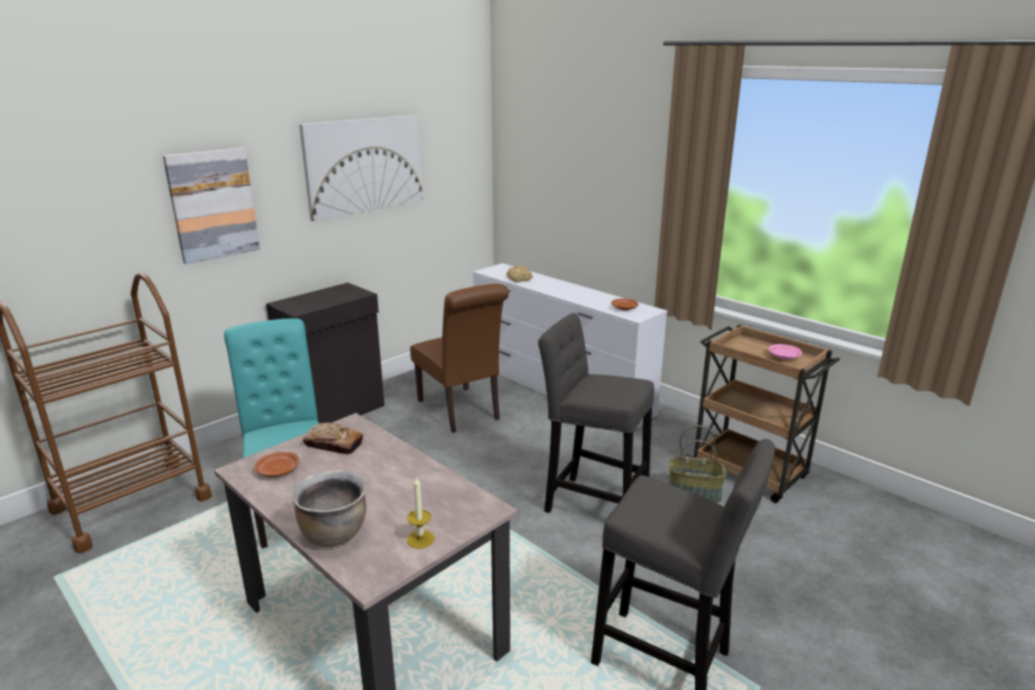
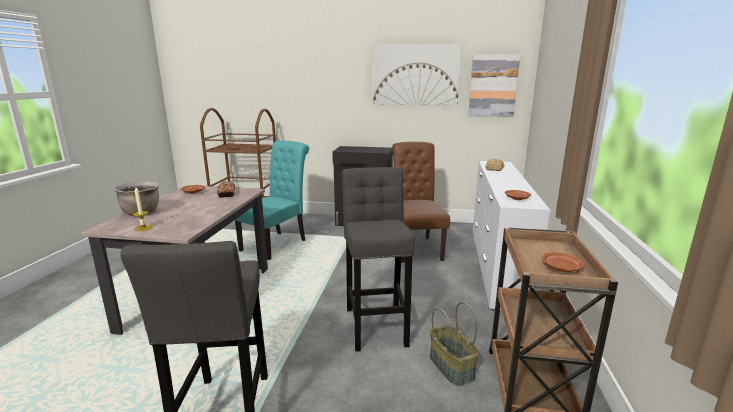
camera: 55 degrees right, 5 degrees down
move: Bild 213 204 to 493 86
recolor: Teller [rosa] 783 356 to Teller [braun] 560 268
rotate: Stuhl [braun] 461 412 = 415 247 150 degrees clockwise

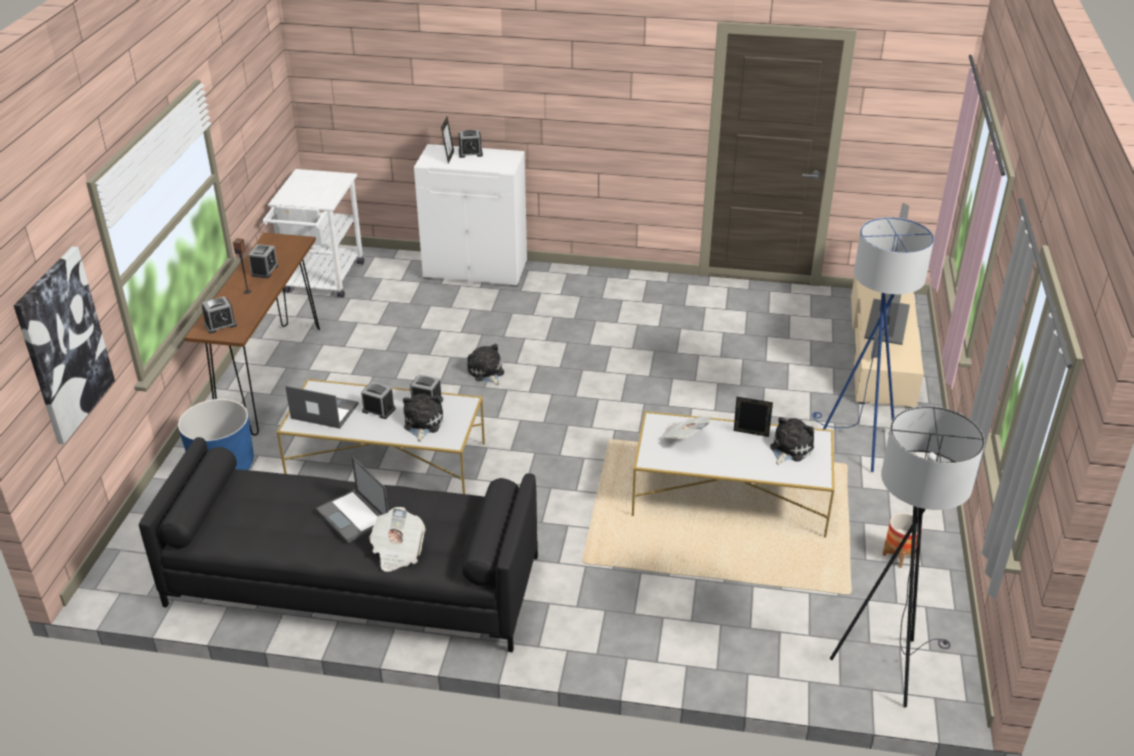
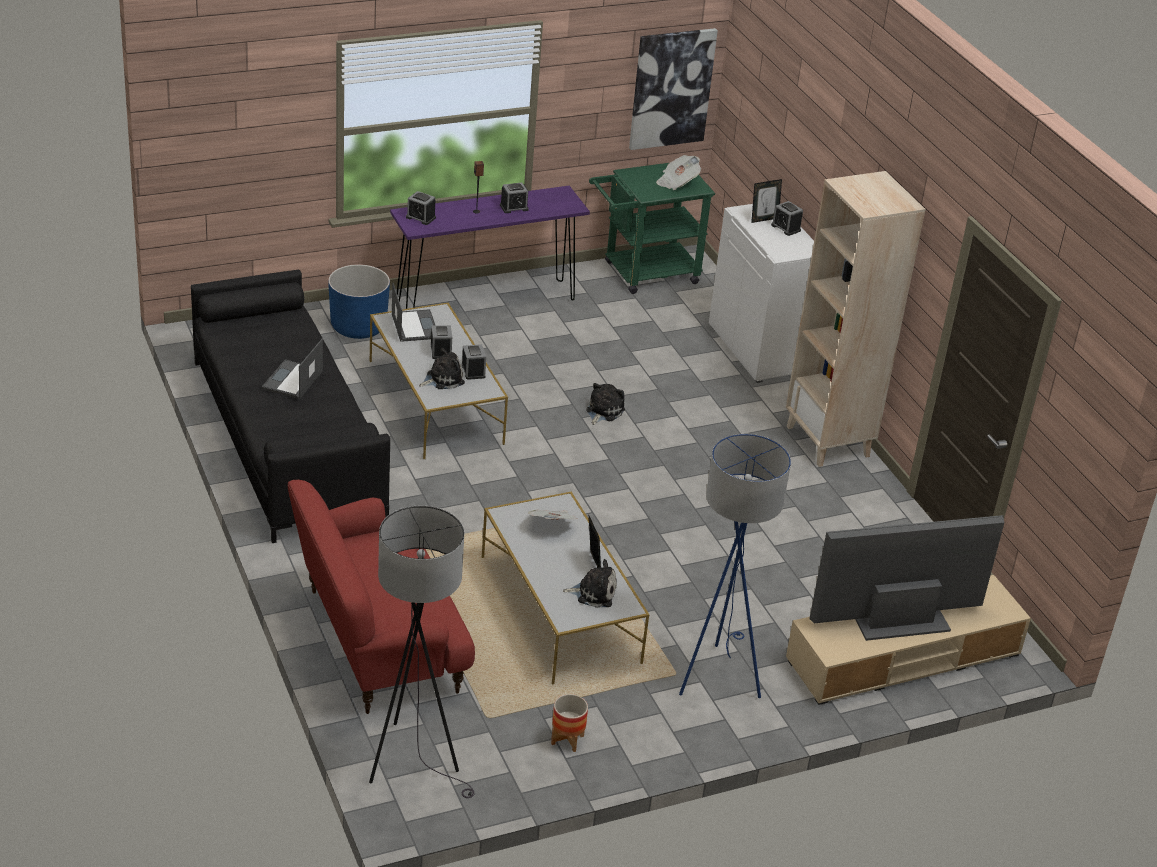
camera: 55 degrees right, 0 degrees up
insert: Sofa [rot] 378 642; Bücherregal [beige] 828 441
move: Bild 64 345 to 671 88; Zeitung 397 551 to 677 182
recolor: Konsolentisch [braun] 270 377 to Konsolentisch [lila] 485 303; Rollwagen [weiß] 322 281 to Rollwagen [grün] 643 273

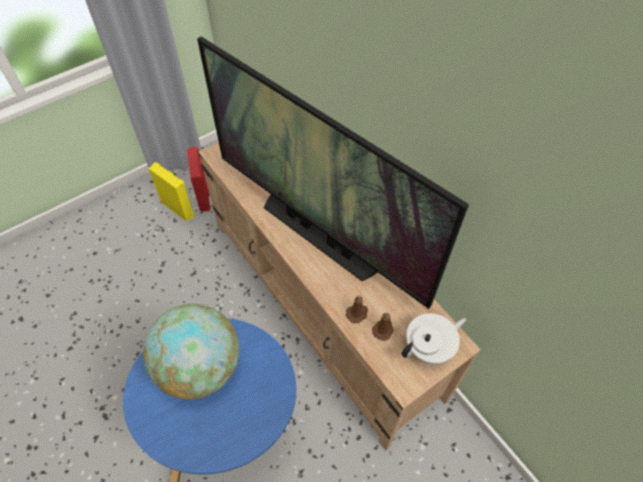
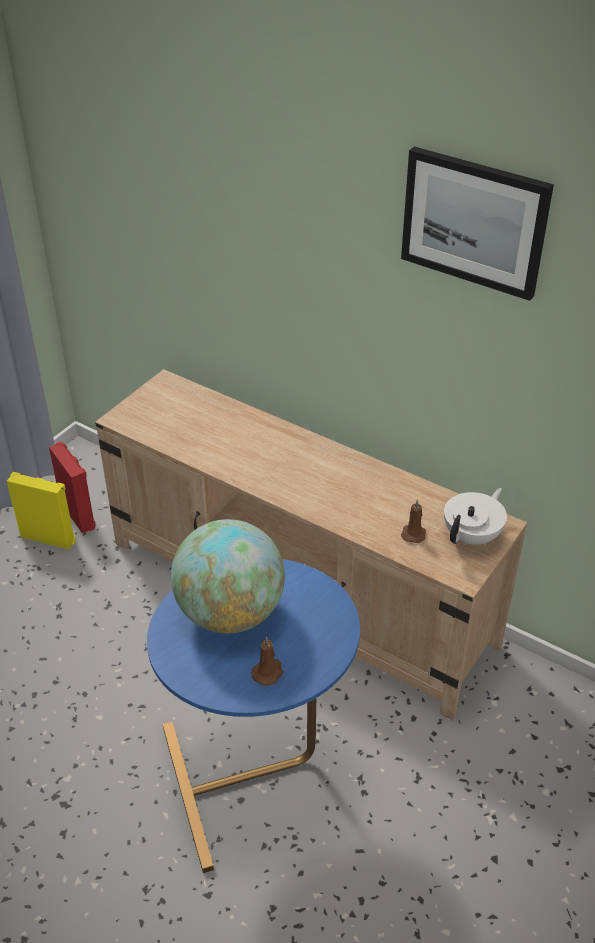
camera: 20 degrees left, 15 degrees down
delete: Fernseher 320 234
insert: Bild 474 222
move: Kerze [braun] 357 313 to 268 672

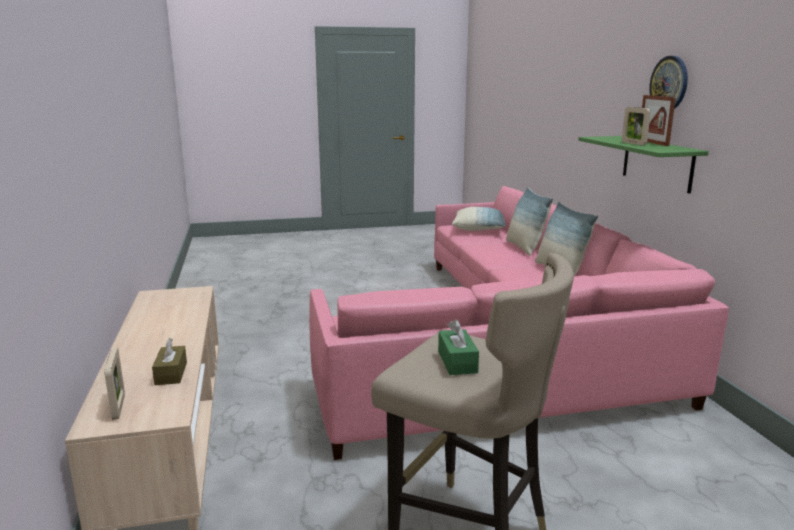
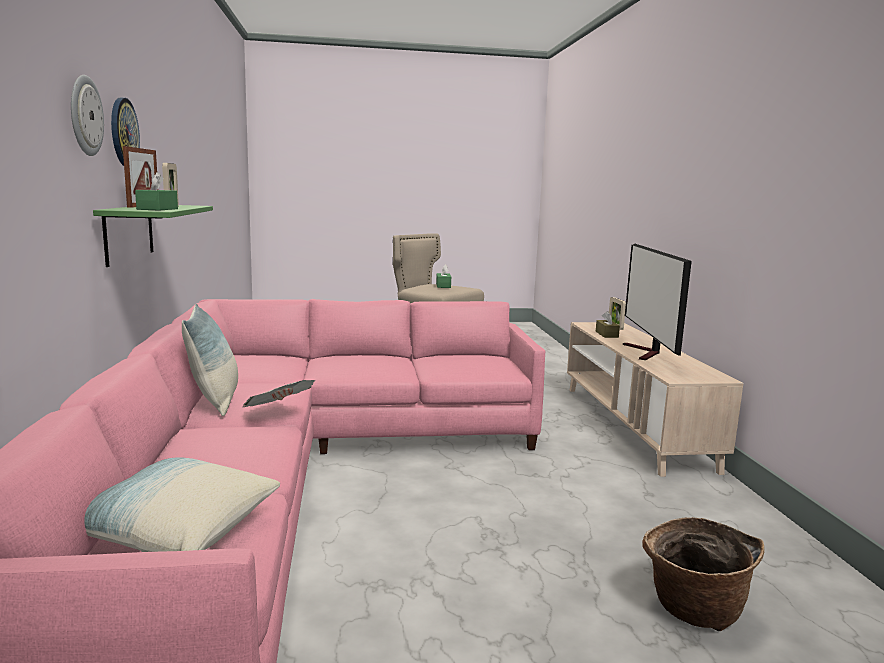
camera: 175 degrees left, 5 degrees down
delete: Kissen 524 248
insert: Wanduhr 85 116; Taschentuchbox [grün] 157 209; Zeitung 279 412; Fernseher 646 353; Korb 692 610

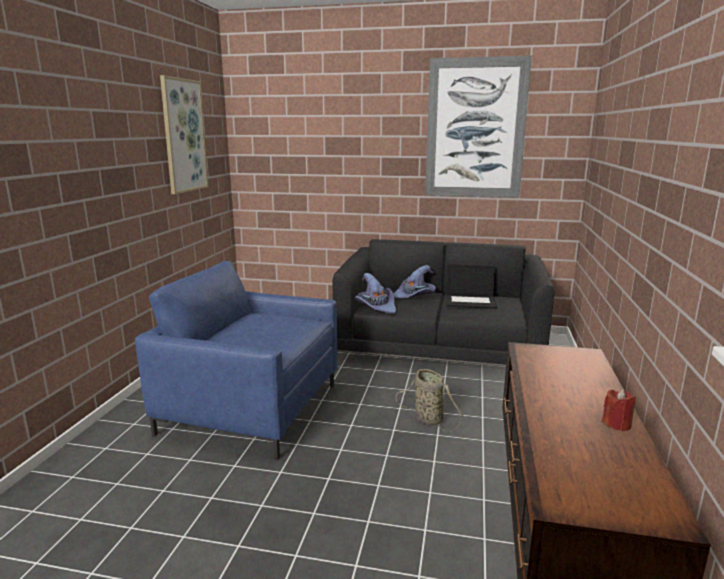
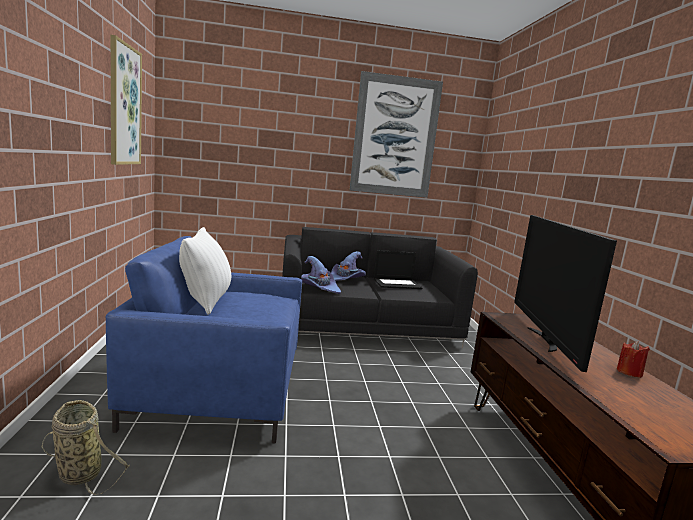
camera: 20 degrees left, 5 degrees down
insert: Kissen [weiß] 206 301; Fernseher 544 340
move: Korb 427 418 to 78 472

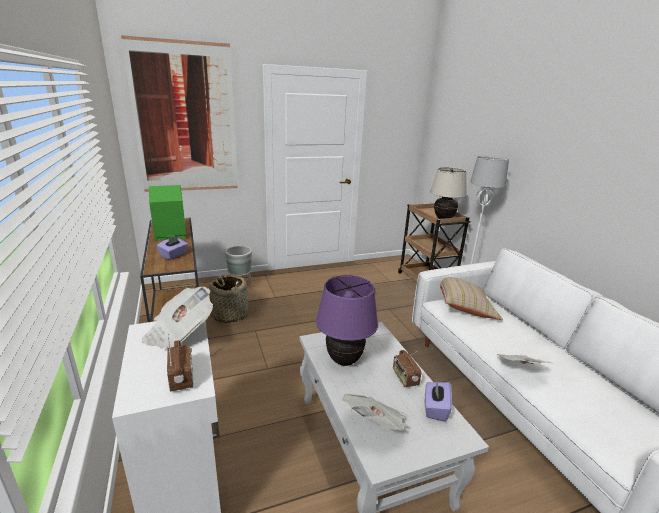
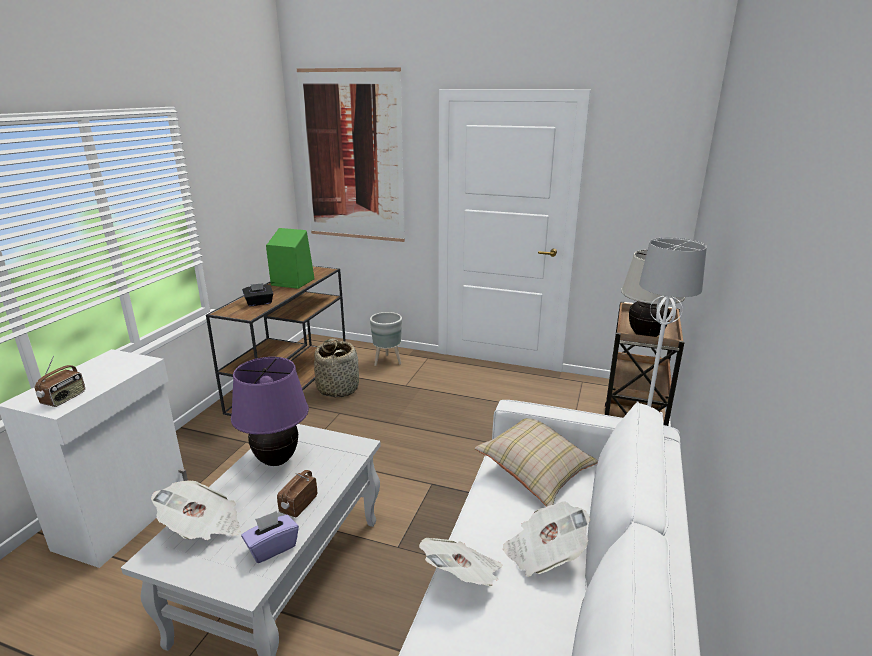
camera: 40 degrees right, 0 degrees up
move: Zeitung 179 333 to 543 553
recolor: Taschentuchbox [lila] 174 255 to Taschentuchbox [schwarz] 259 303

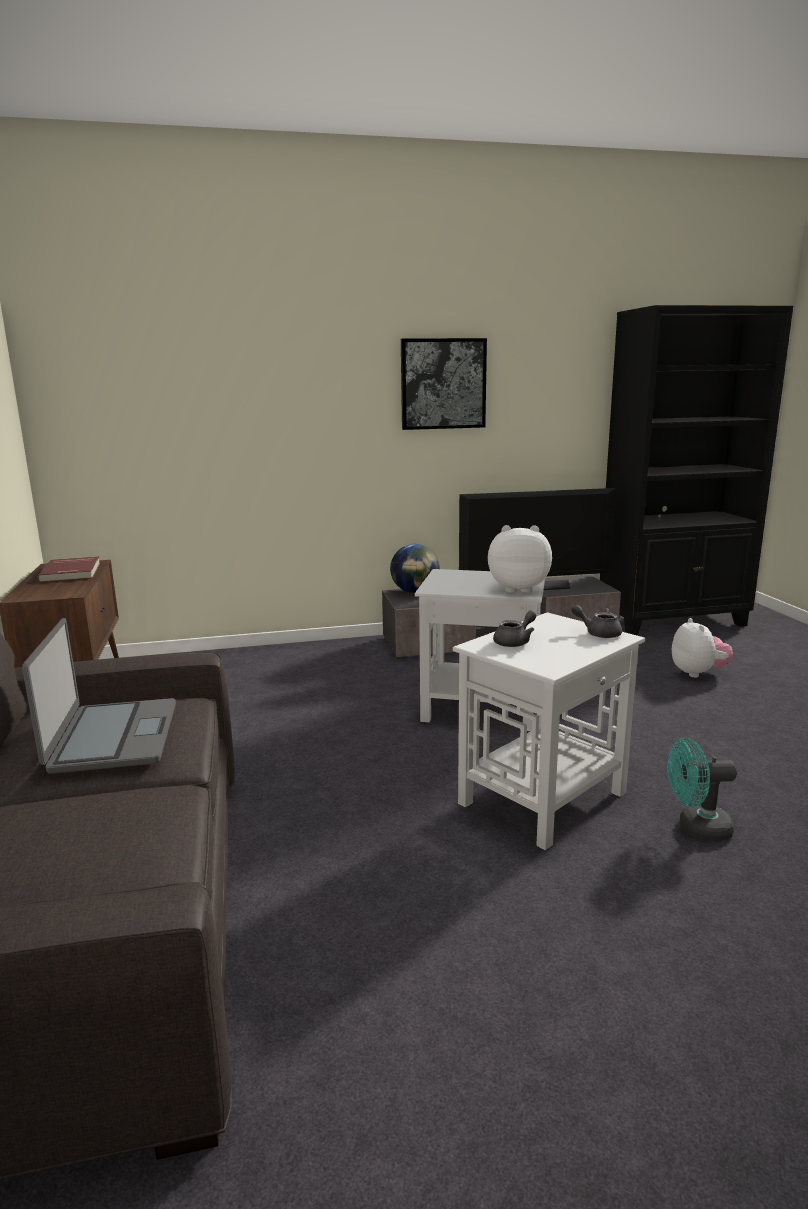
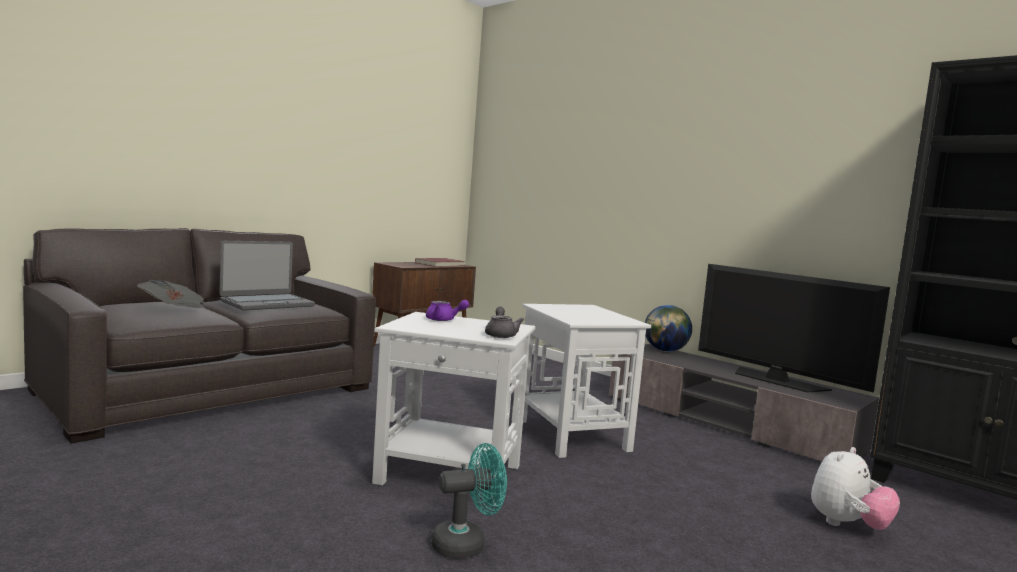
camera: 55 degrees right, 10 degrees down
delete: Bild 443 384; Plüschtier 518 588
insert: Zeitung 175 312
recolor: Teekanne [grau] 515 642 to Teekanne [lila] 444 320
rotate: Ventilator [türkis] 696 829 = 466 544 105 degrees clockwise

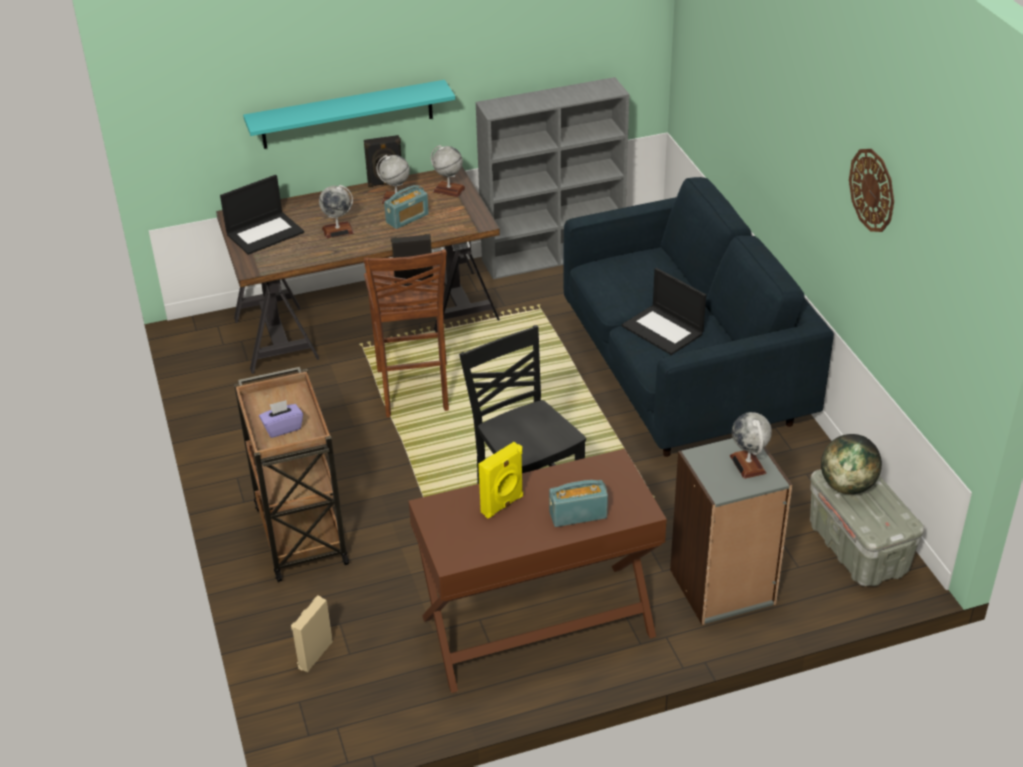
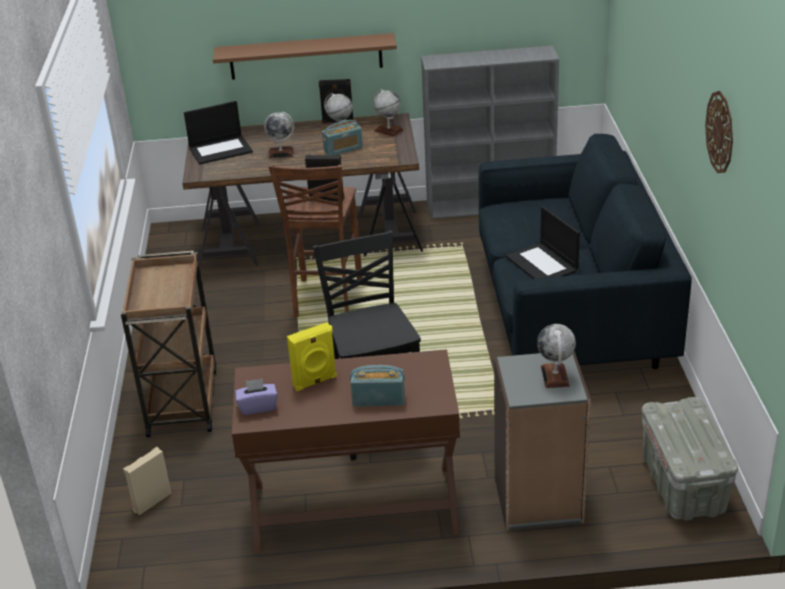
camera: 15 degrees right, 5 degrees down
delete: Globus 847 486
move: Taschentuchbox [lila] 282 428 to 258 406
recolor: Wandregal [türkis] 347 114 to Wandregal [braun] 305 56

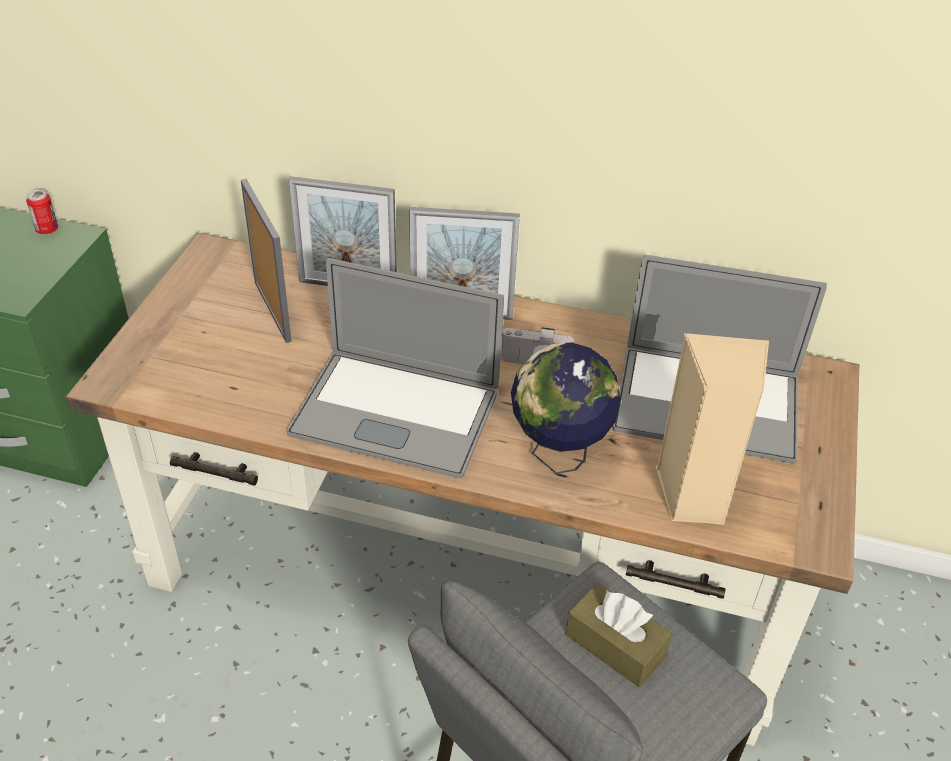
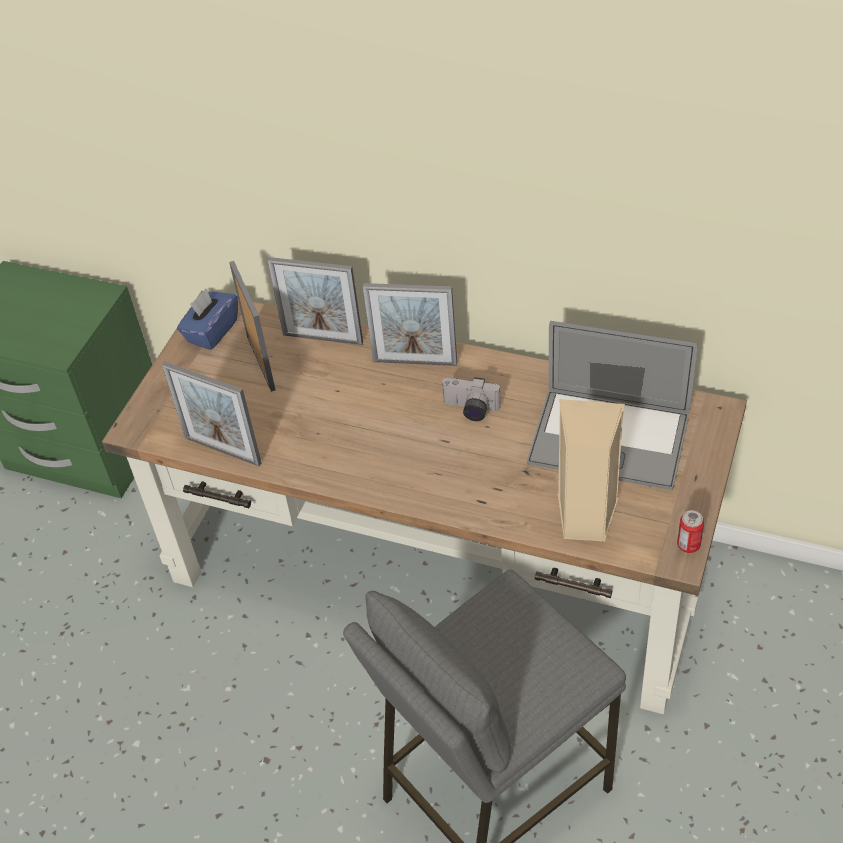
camera: 10 degrees right, 5 degrees up
delete: Laptop 395 413; Globus 558 455; Taschentuchbox [braun] 615 645
insert: Bilderrahmen 223 450; Taschentuchbox [blau] 212 331
move: Dose 47 229 to 688 545

